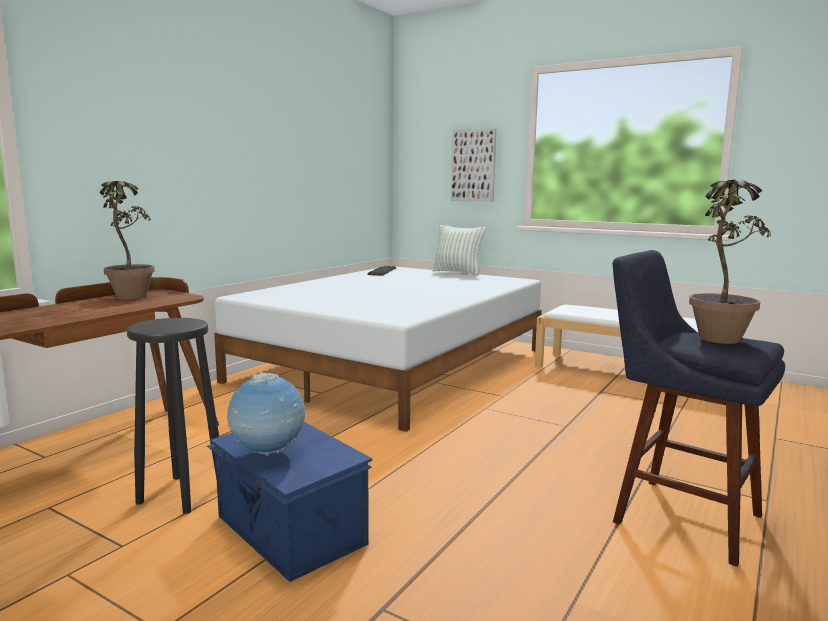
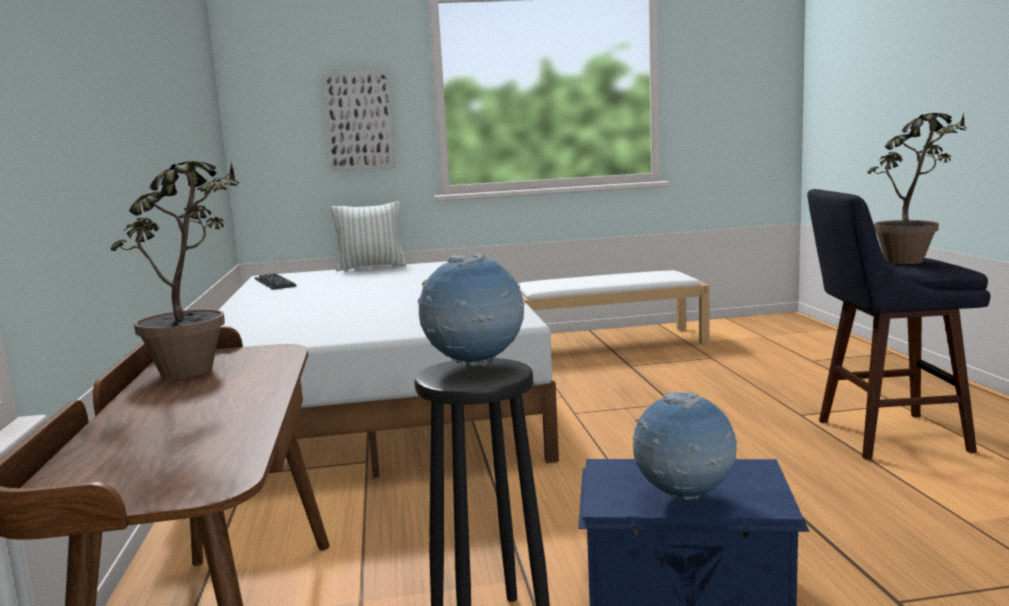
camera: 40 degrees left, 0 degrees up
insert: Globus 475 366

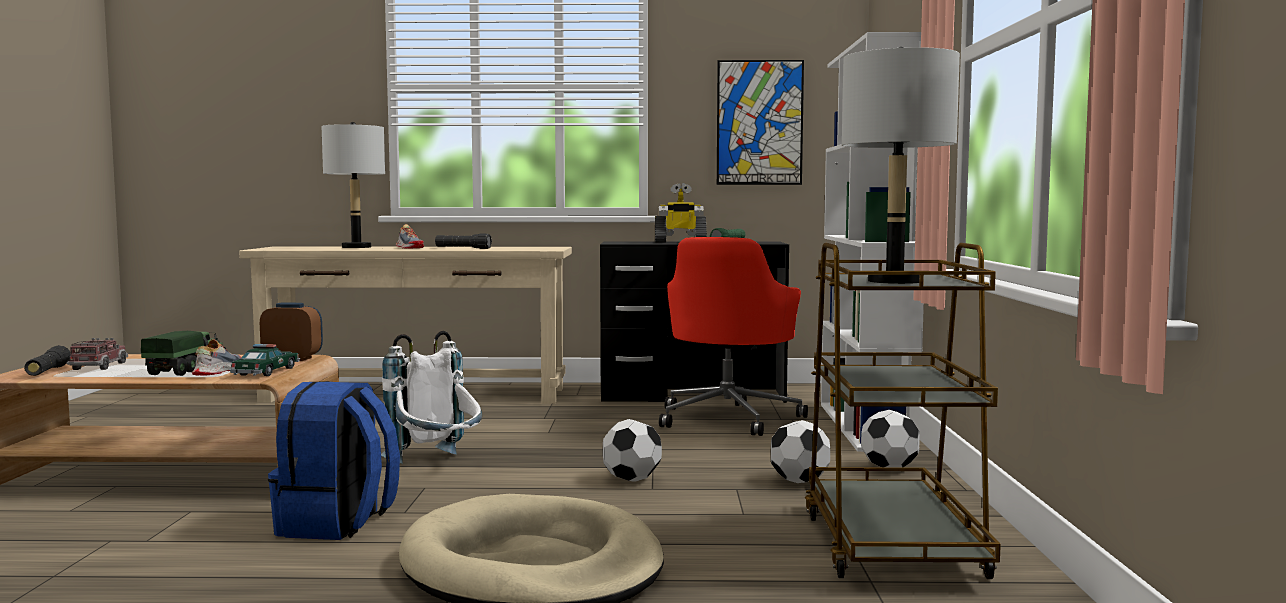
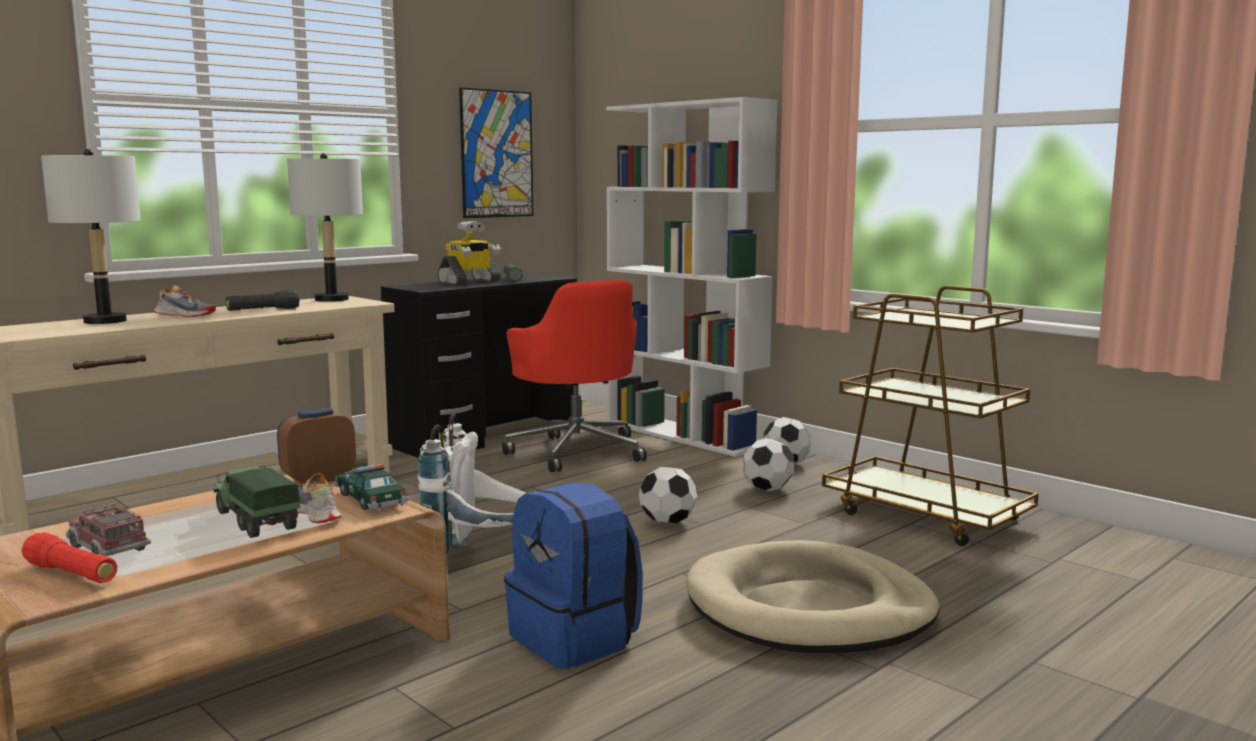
camera: 45 degrees left, 5 degrees up
move: Tischlampe [grau] 895 281 to 332 299
recolor: Taschenlampe [schwarz] 48 371 to Taschenlampe [rot] 72 574

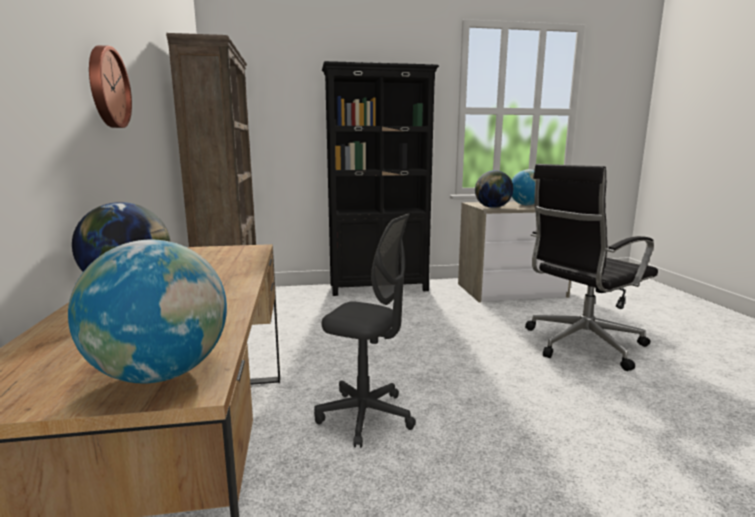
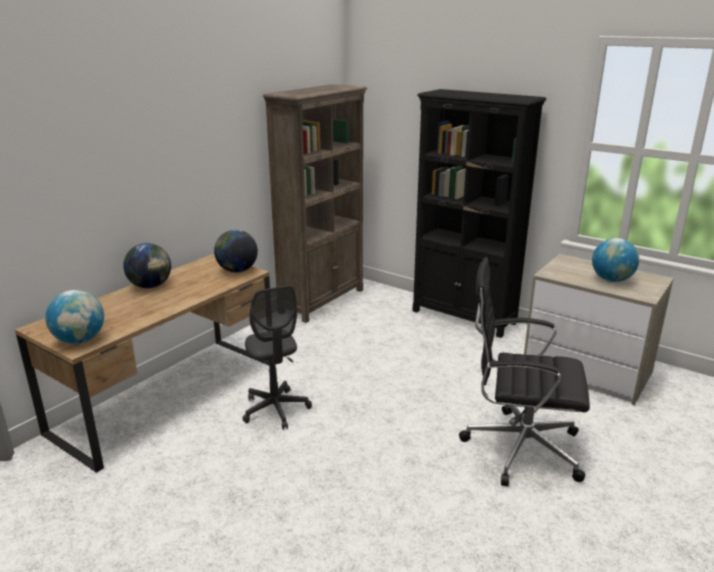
camera: 45 degrees right, 10 degrees up
delete: Wanduhr 106 87
move: Globus 492 207 to 237 270

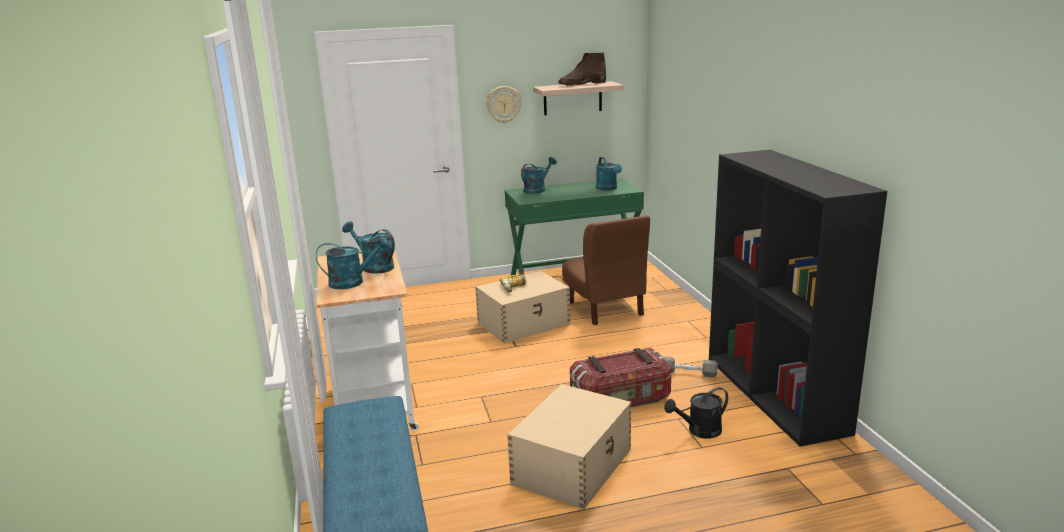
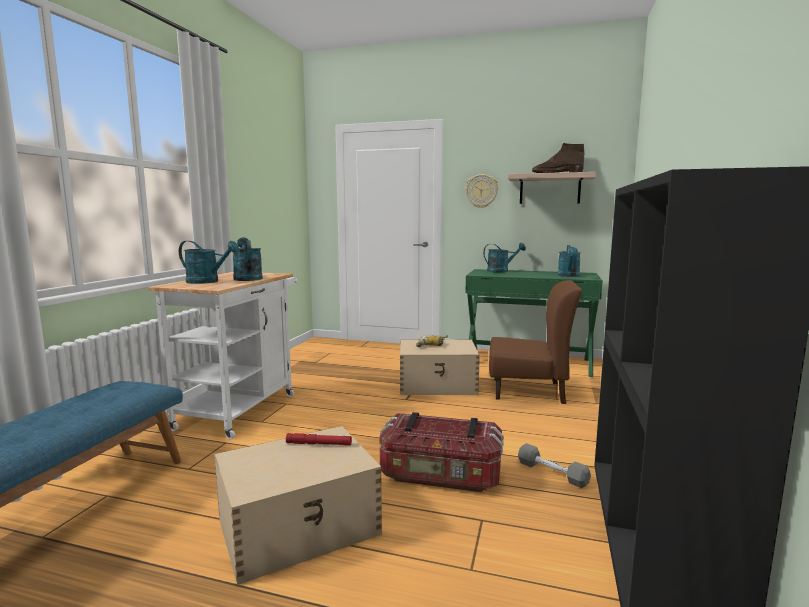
camera: 30 degrees right, 10 degrees down
delete: Gießkanne [schwarz] 699 431
insert: Taschenlampe [rot] 319 444
rotate: Stuhl [braun] 605 308 = 528 391 90 degrees counterclockwise

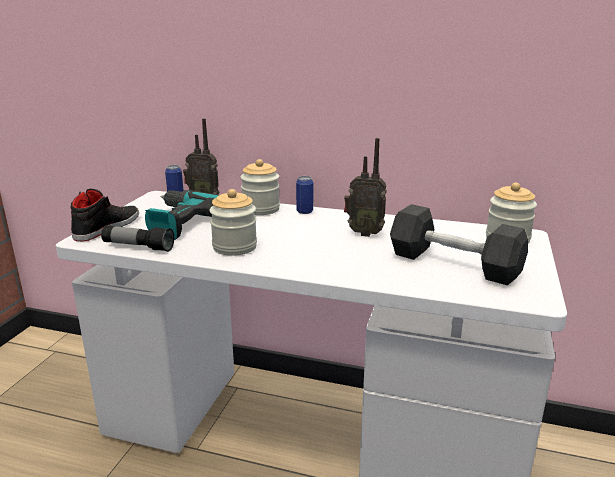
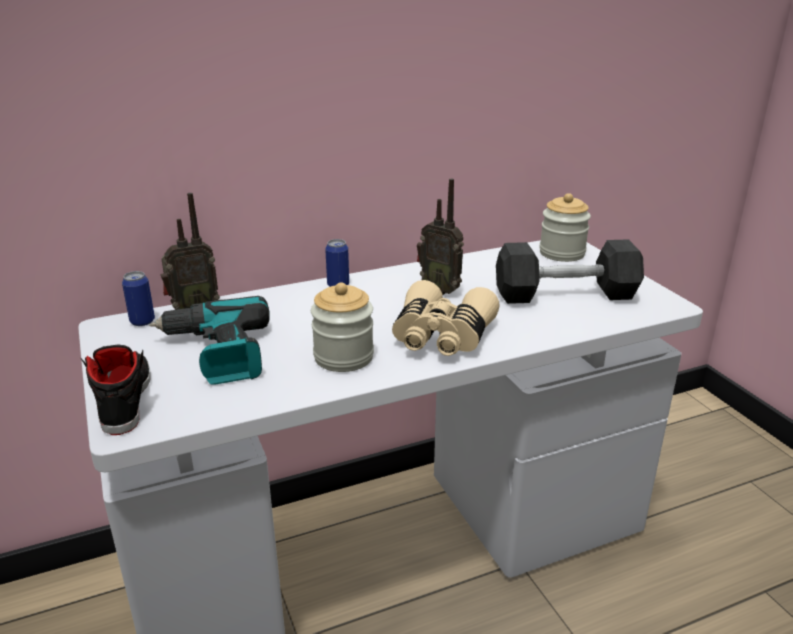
camera: 40 degrees left, 5 degrees up
delete: Taschenlampe 138 247; Vorratsglas 261 209
insert: Fernglas [beige] 441 337
rotate: Radio 364 233 = 441 290 60 degrees clockwise

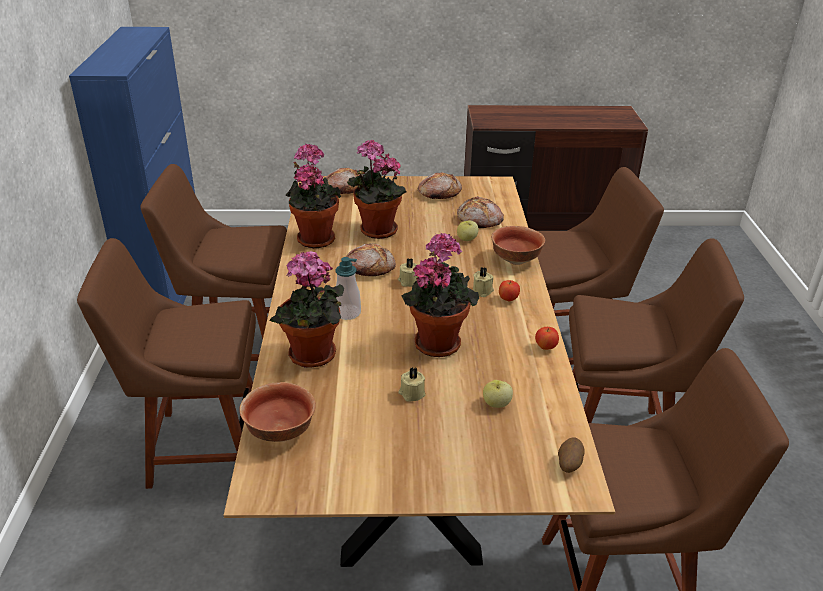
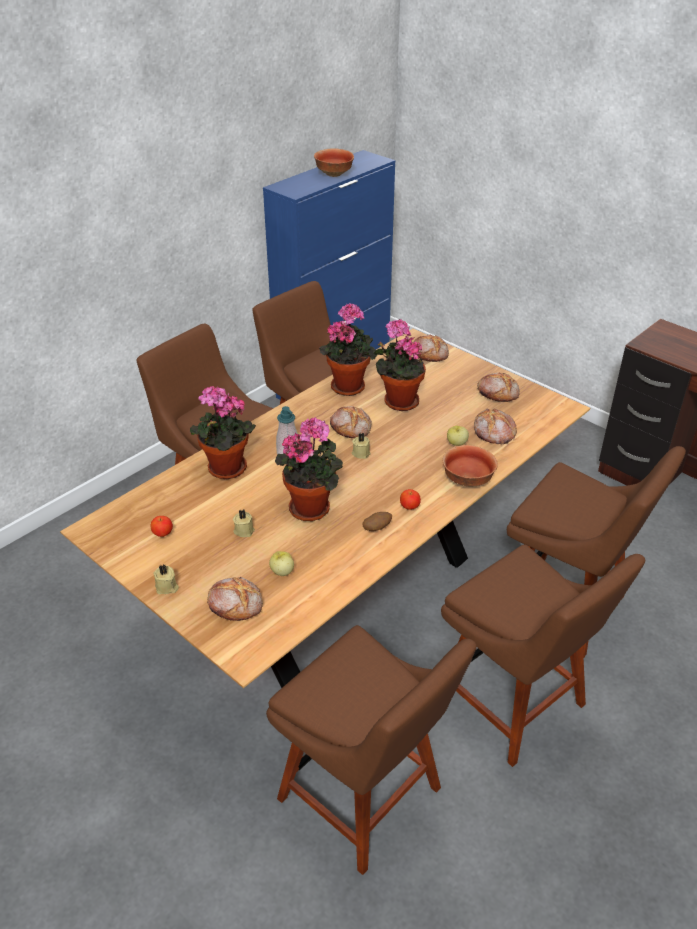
camera: 45 degrees right, 5 degrees up
insert: Brot 235 604
move: Apfel 545 347 to 163 534; Kerze [beige] 483 291 to 167 587; Schüssel 280 430 to 334 174; Kartoffel 569 464 to 377 528

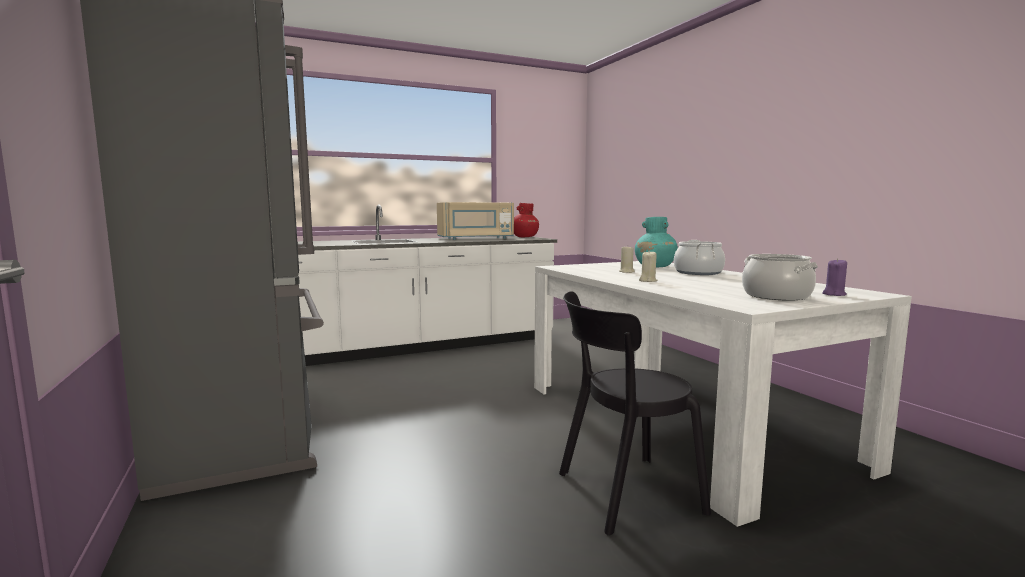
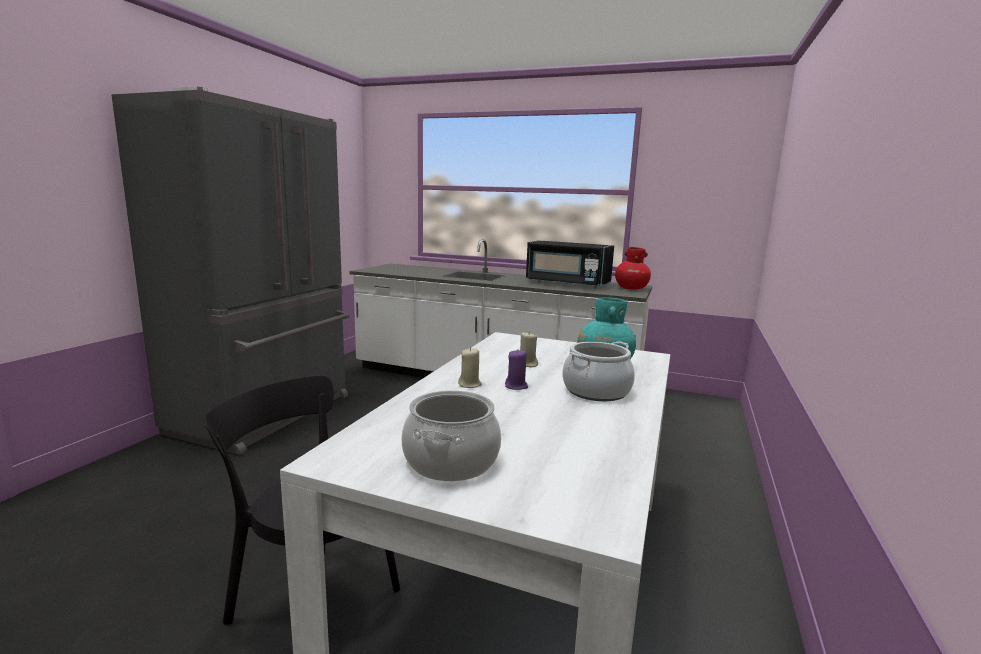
camera: 45 degrees right, 5 degrees up
move: Kerze [lila] 834 294 to 516 386
recolor: Mikrowelle [beige] 476 238 to Mikrowelle [schwarz] 567 283

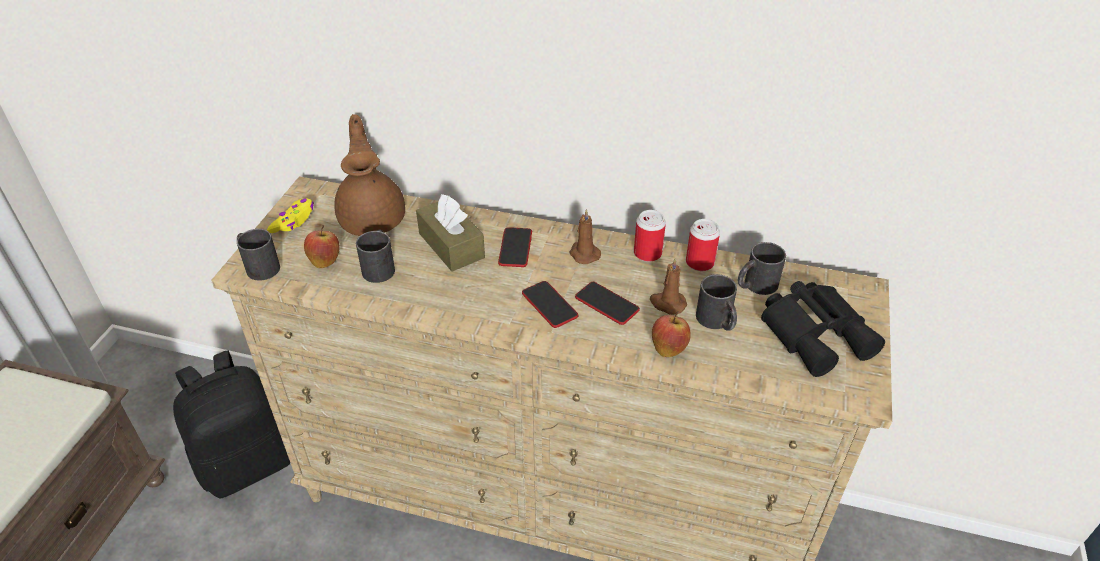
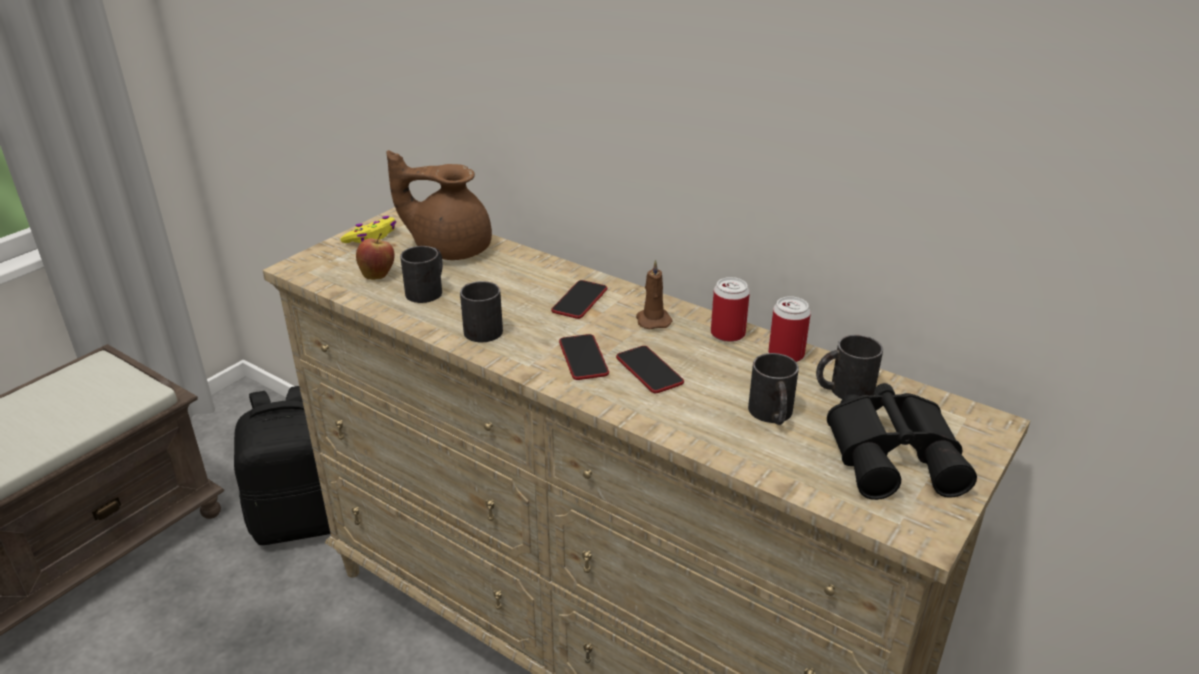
camera: 20 degrees right, 10 degrees down
delete: Taschentuchbox [braun] 451 245; Kerze [braun] 667 303; Apfel 668 348
move: Henkelbecher [schwarz] 258 266 to 479 327
rotate: Teekanne [braun] 373 218 = 450 248 90 degrees counterclockwise

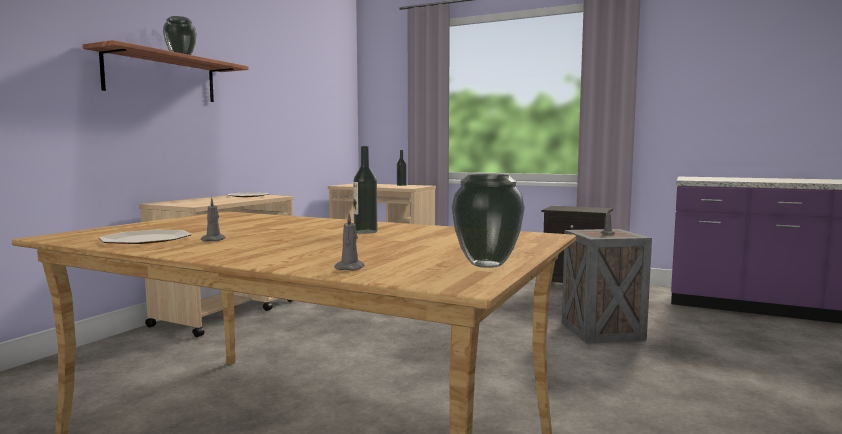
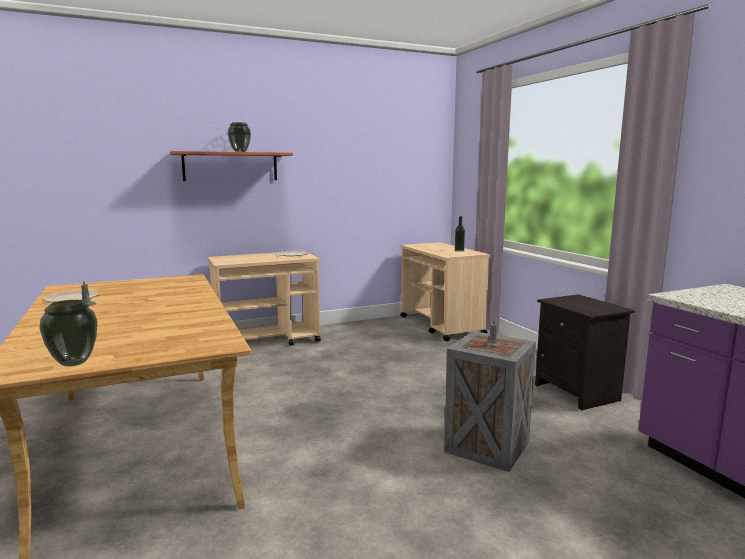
camera: 40 degrees right, 5 degrees up
delete: Kerze [grau] 350 268; Flasche 365 231

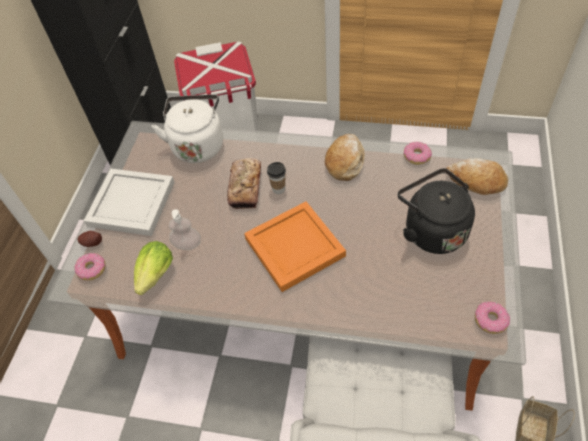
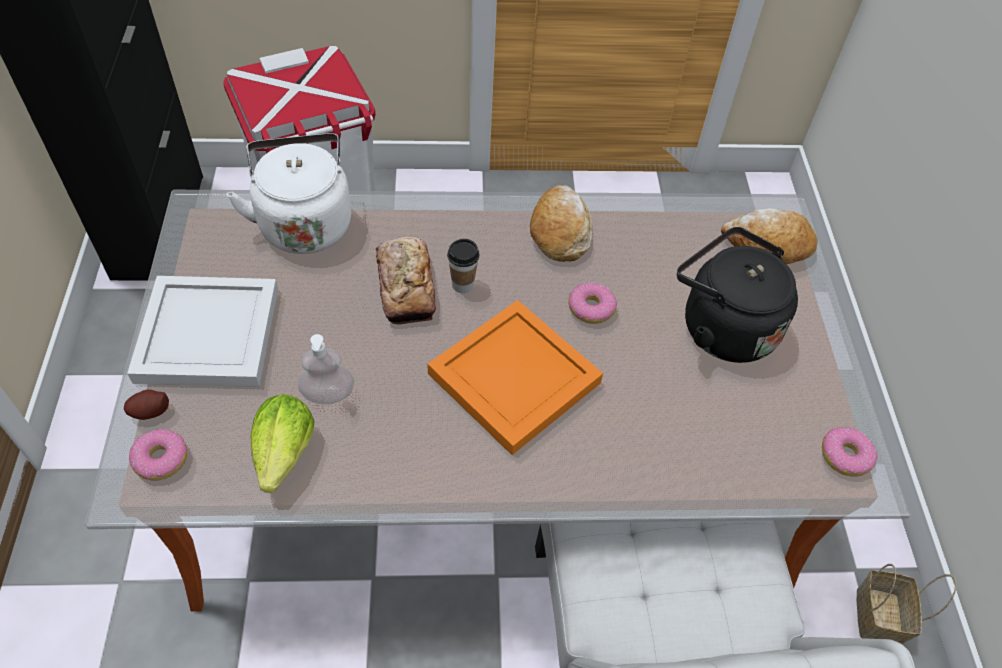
camera: 20 degrees left, 0 degrees up
move: Donut 416 156 to 590 308

